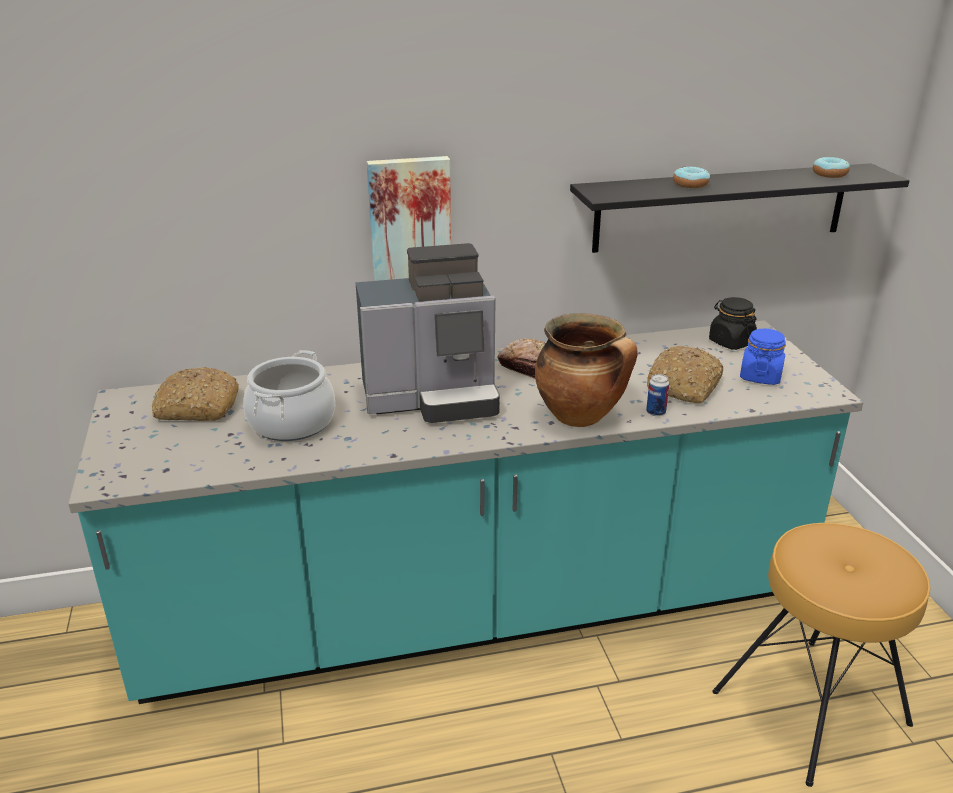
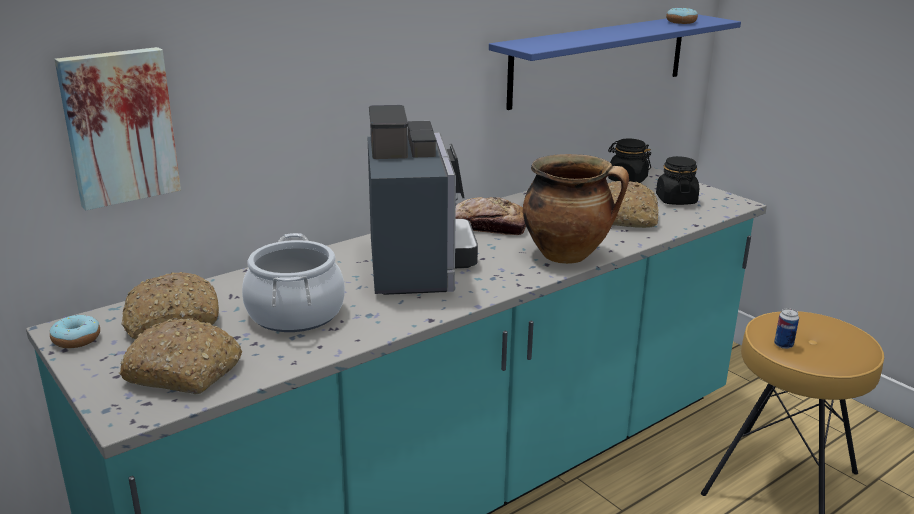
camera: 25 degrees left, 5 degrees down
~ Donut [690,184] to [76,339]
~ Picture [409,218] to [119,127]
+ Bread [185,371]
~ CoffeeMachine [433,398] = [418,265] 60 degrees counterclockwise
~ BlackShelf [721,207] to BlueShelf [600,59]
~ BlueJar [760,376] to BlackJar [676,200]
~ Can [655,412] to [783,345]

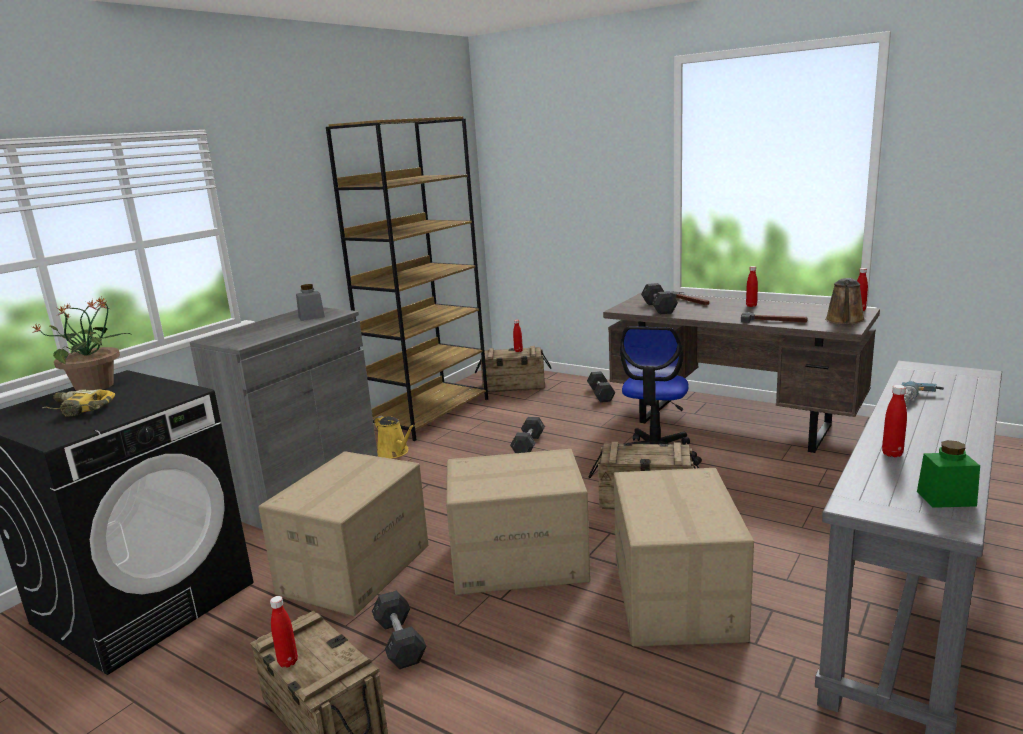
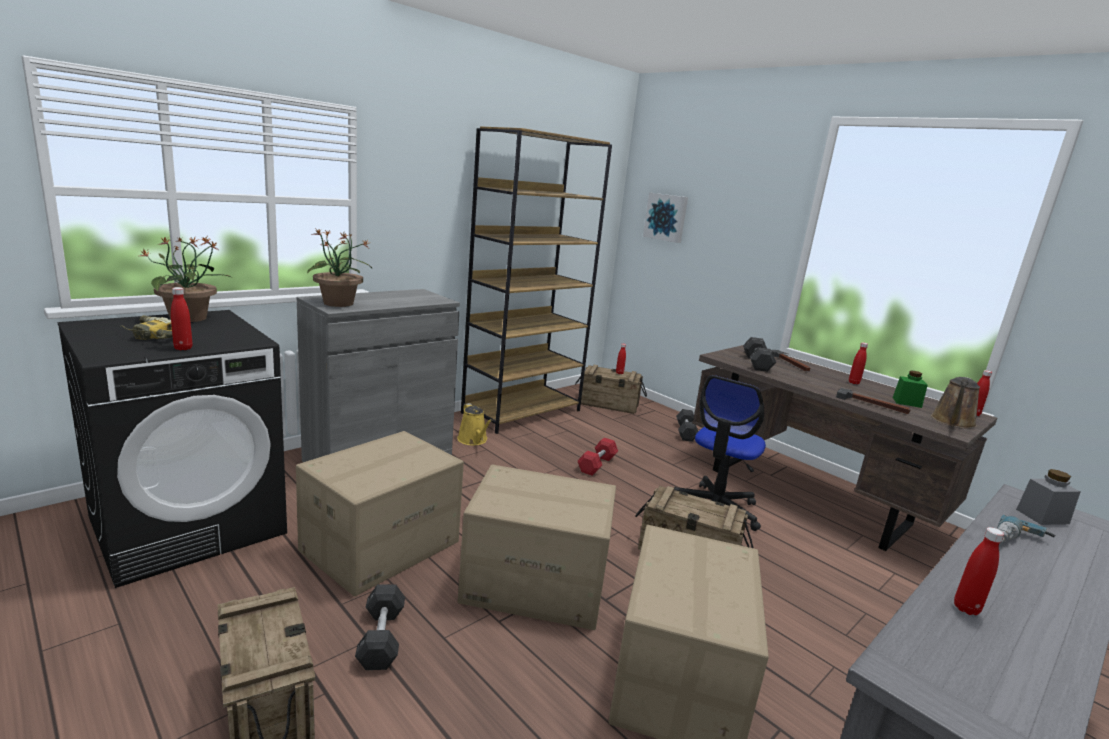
camera: 10 degrees right, 0 degrees up
~ RedBottle [288,662] to [183,348]
+ PottedPlant [339,303]
~ GreyDumbbell [528,445] to RedDumbbell [597,464]
+ Picture [666,217]
~ GreenJar [946,498] to [906,402]
~ GreyJar [311,317] to [1042,516]

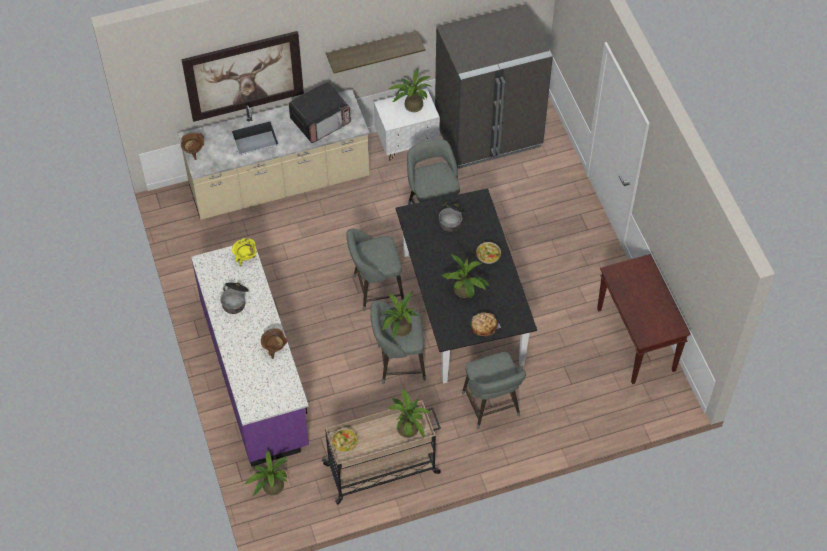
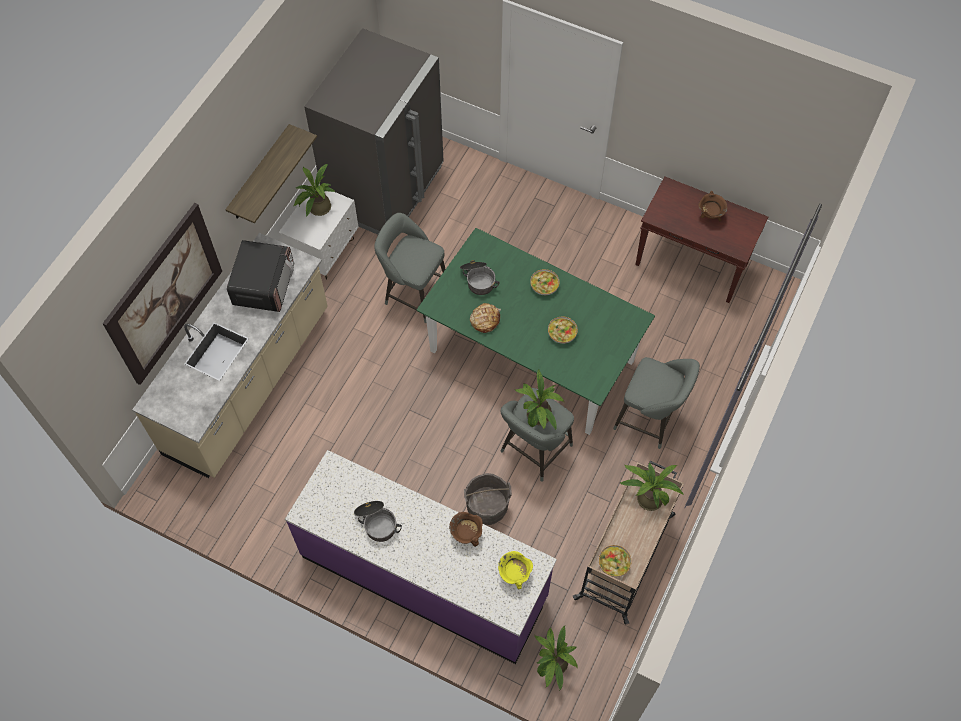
camera: 45 degrees left, 5 degrees up
~ BlackDiningTable [461,308] to GreenDiningTable [531,356]
+ GreyBucket [487,508]
~ Bread [484,326] to [485,320]
~ YellowCookingPot [245,258] to [514,575]
~ PottedPlant [465,292] to Bowl [562,334]
~ BrownCookingPot [194,152] to [710,216]
- GreyStool [375,290]

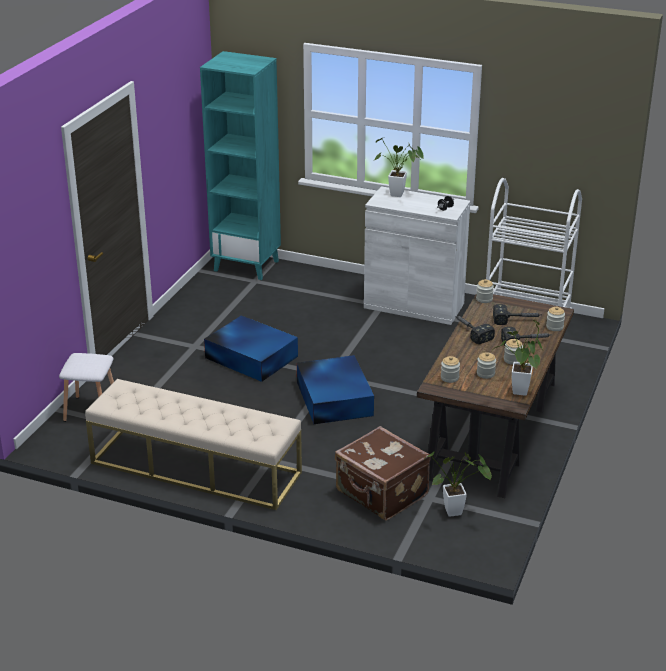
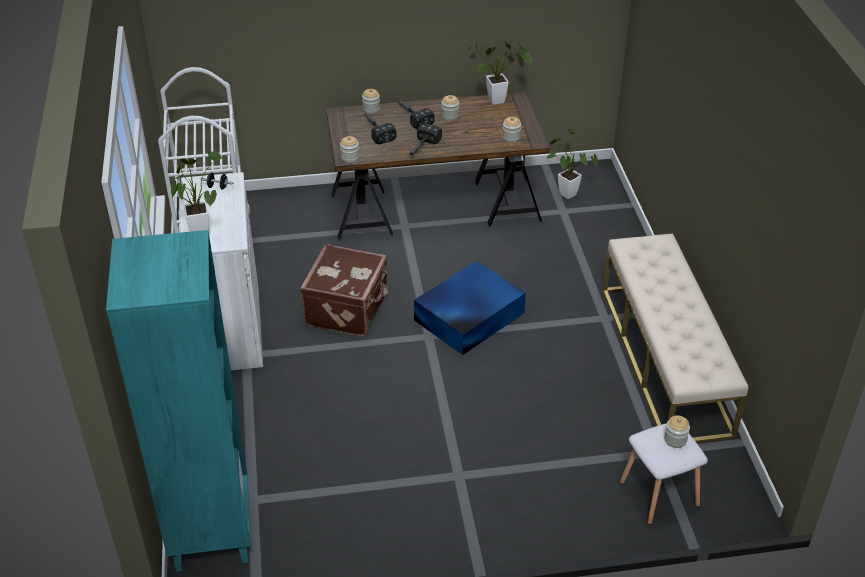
camera: 120 degrees left, 10 degrees up
~ BrownSuitcase [381,494] to [348,309]
~ Jar [485,374] to [675,439]
- BlueStorageBox [251,356]

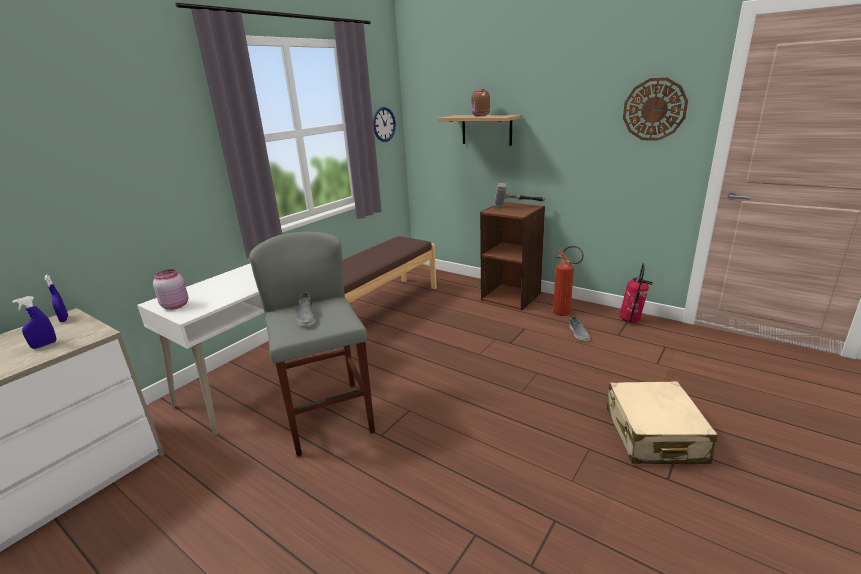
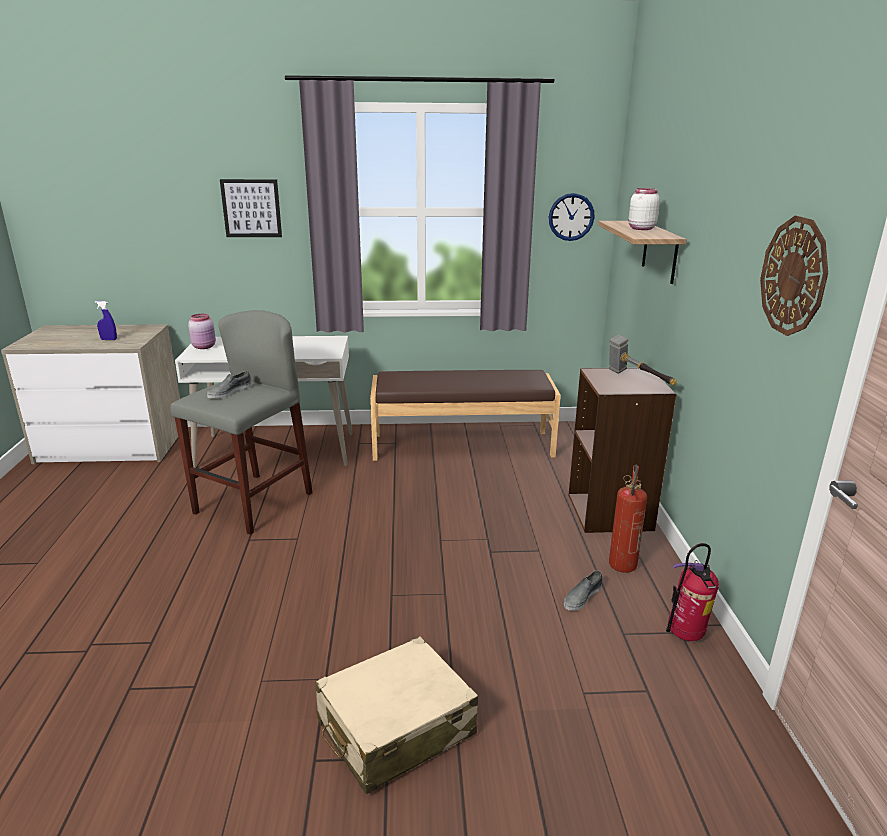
camera: 50 degrees right, 0 degrees up
+ Picture [251,208]
~ BrownJar [480,116] to WhiteJar [640,228]
- BlueSprayBottle [64,319]

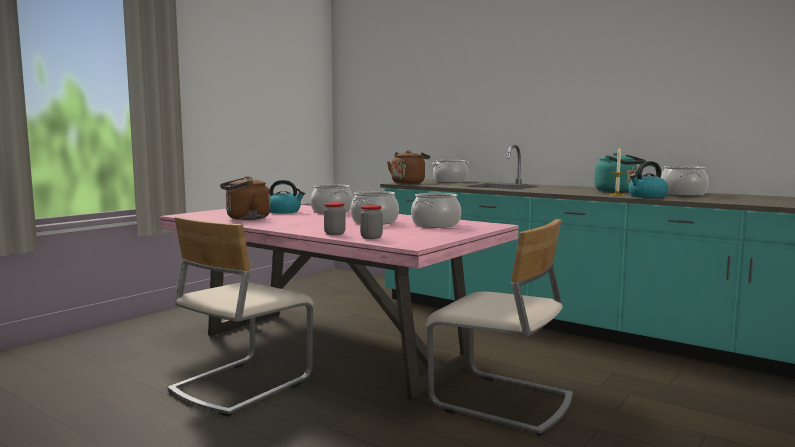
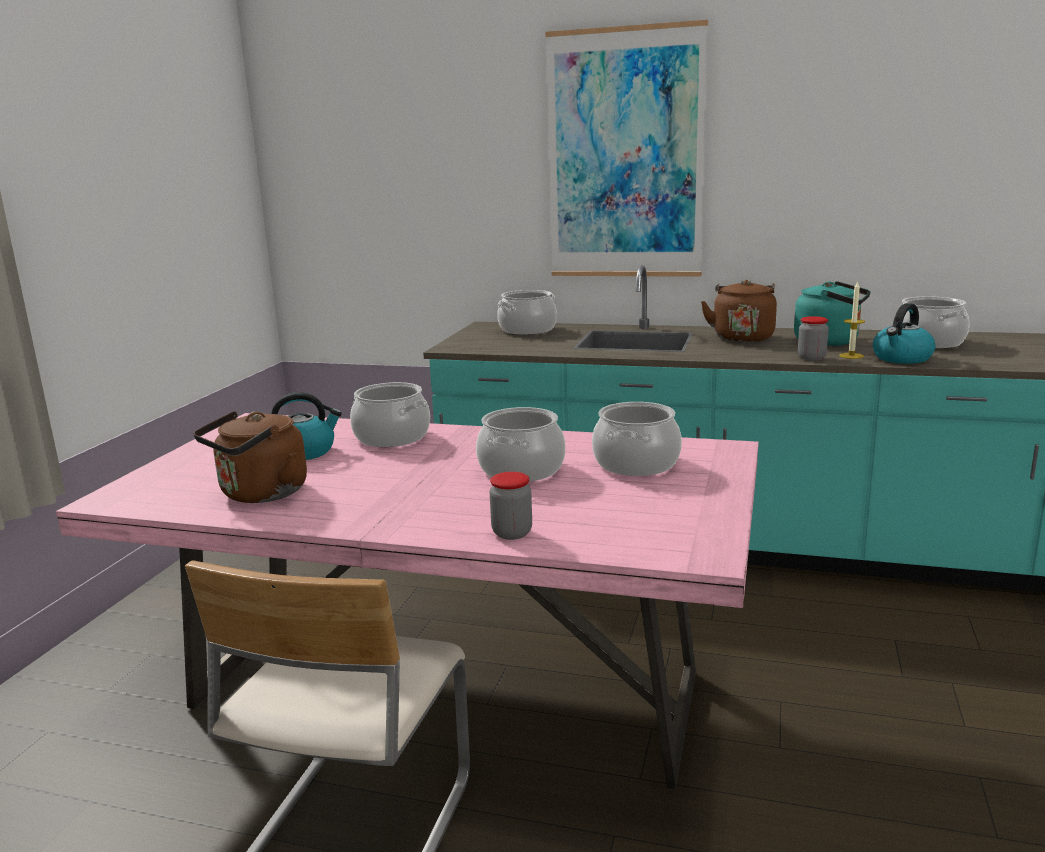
camera: 20 degrees left, 10 degrees up
+ Picture [625,156]
~ BrownKettle [409,183] to [742,337]
~ Jar [371,237] to [811,358]
- BeigeChair [501,402]

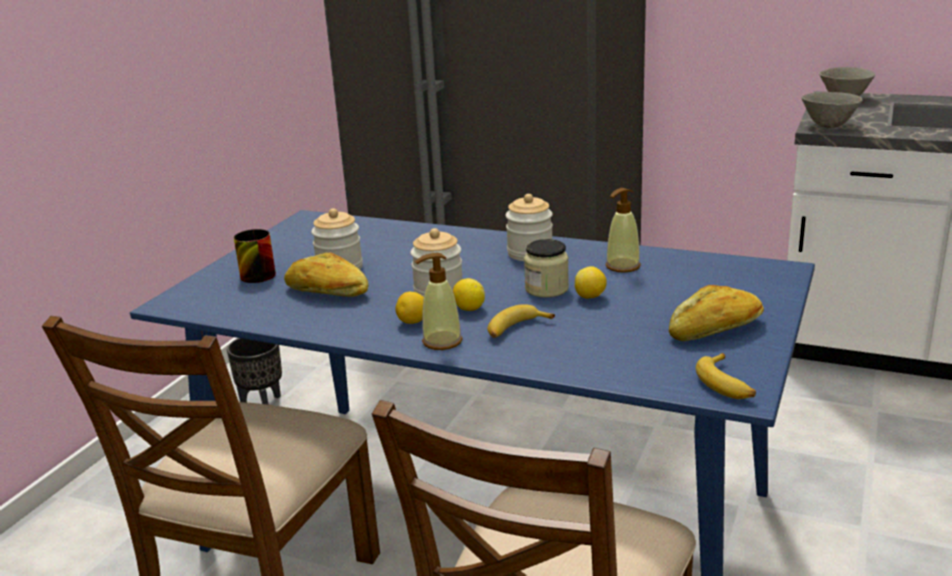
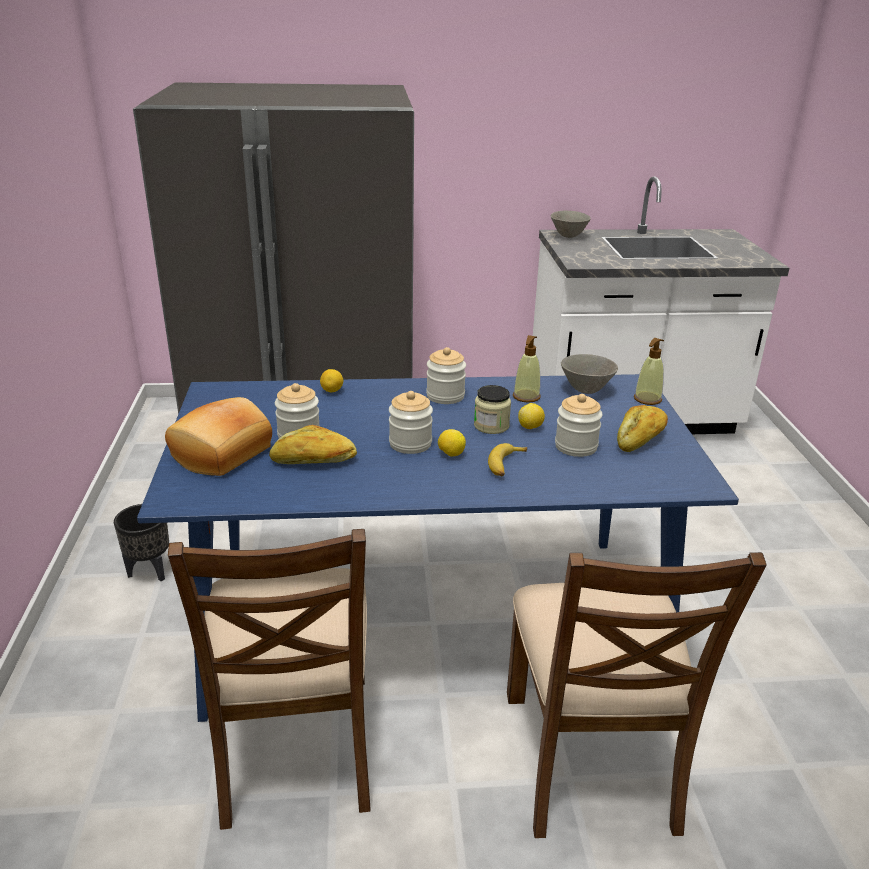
camera: 30 degrees left, 5 degrees up
~ Mug [255,273] to Bread [223,454]
~ Lemon [413,322] to [332,391]
+ Jar [576,446]
~ GreyBowl [828,126] to [585,390]
~ SoapDispenser [442,341] to [647,399]
- Banana [727,384]

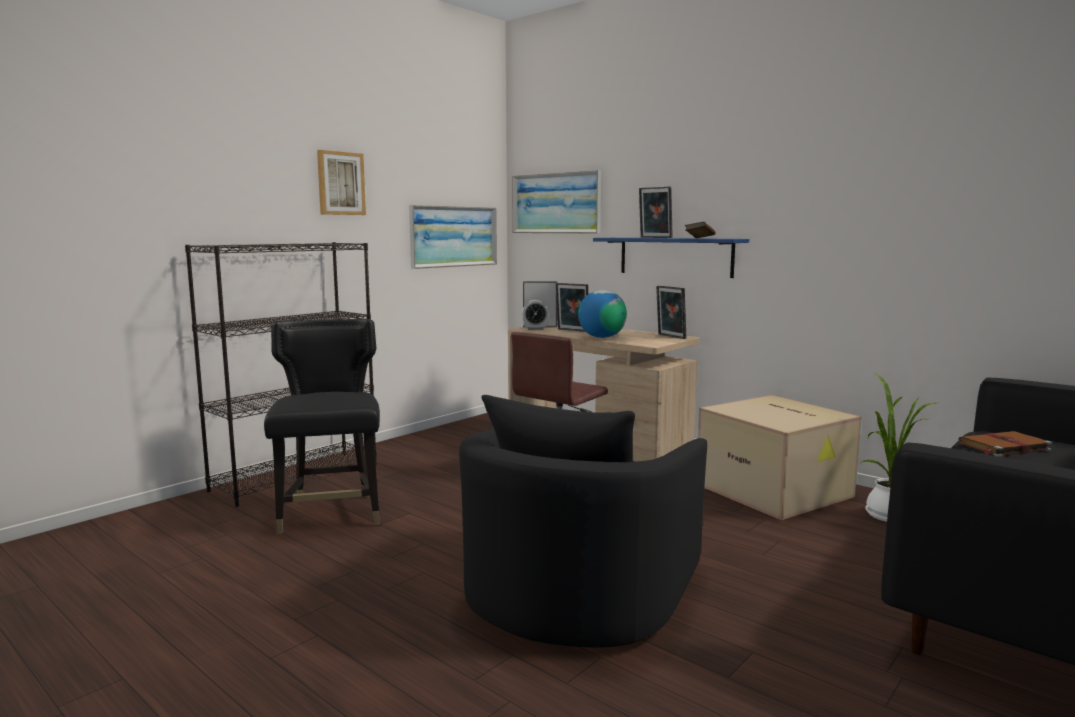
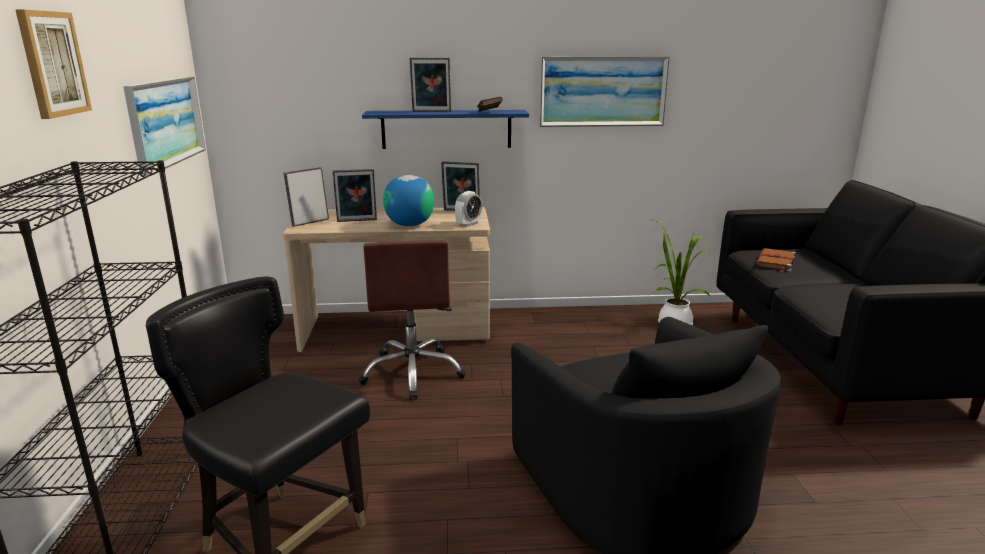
camera: 45 degrees left, 10 degrees up
~ AlarmClock [535,329] to [468,224]
~ Picture [556,203] to [602,91]
- CardboardBox [776,490]

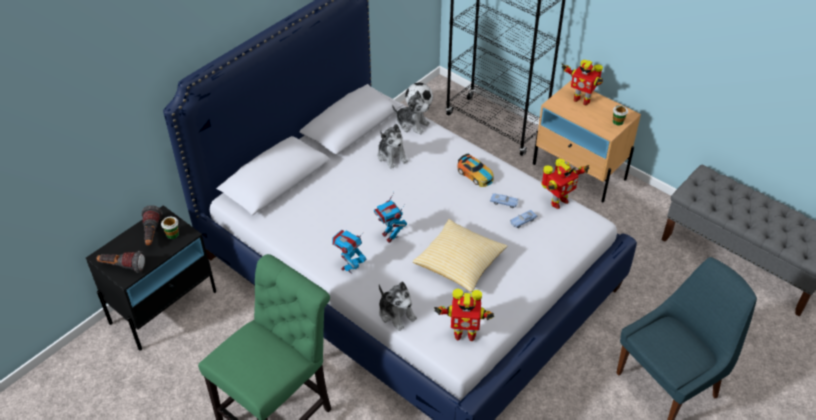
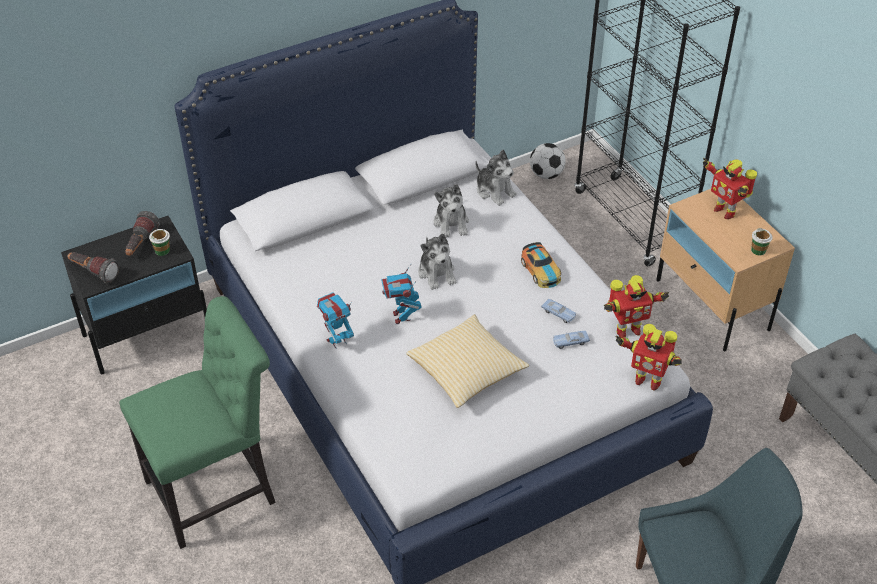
camera: 20 degrees right, 0 degrees up
~ PlushToy [396,313] to [437,273]
~ ToyRobot [464,333] to [647,380]

